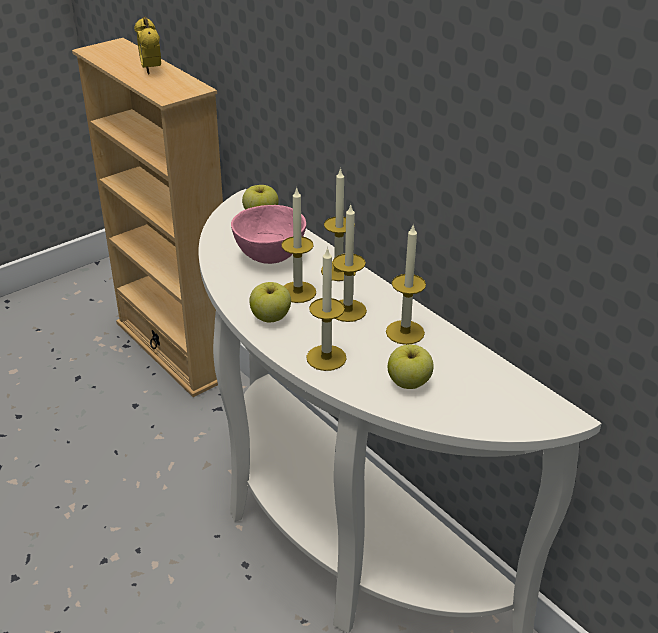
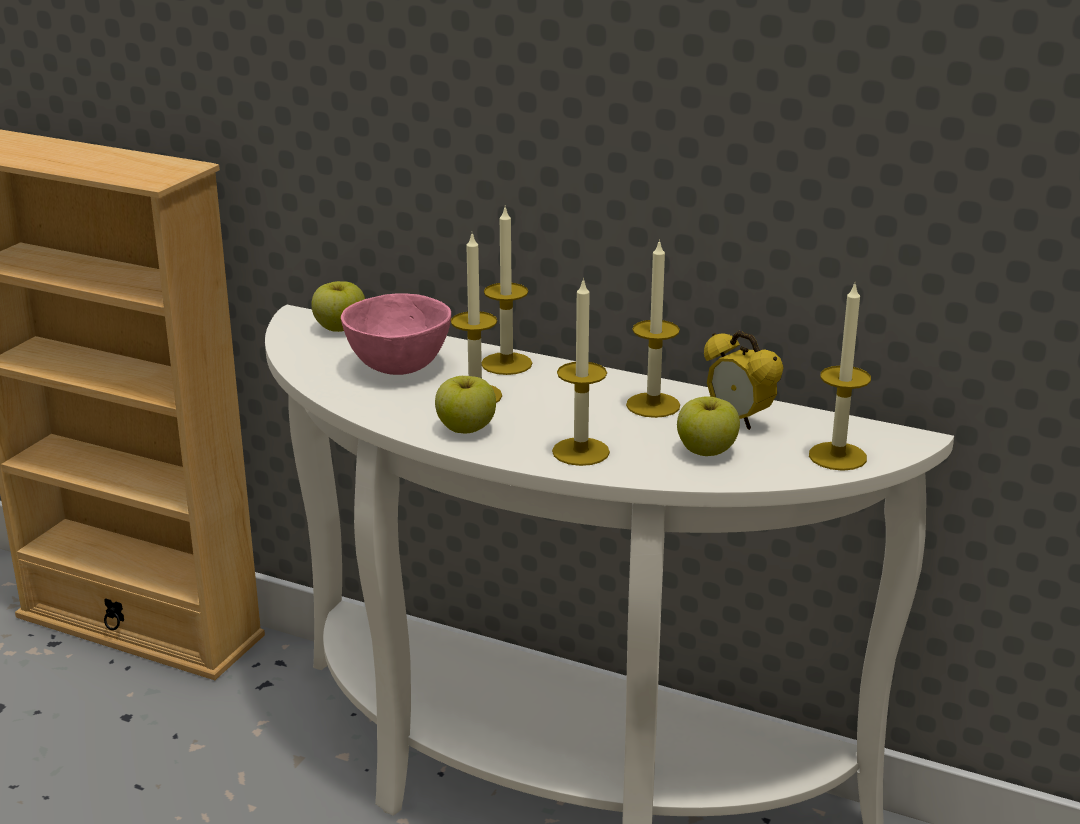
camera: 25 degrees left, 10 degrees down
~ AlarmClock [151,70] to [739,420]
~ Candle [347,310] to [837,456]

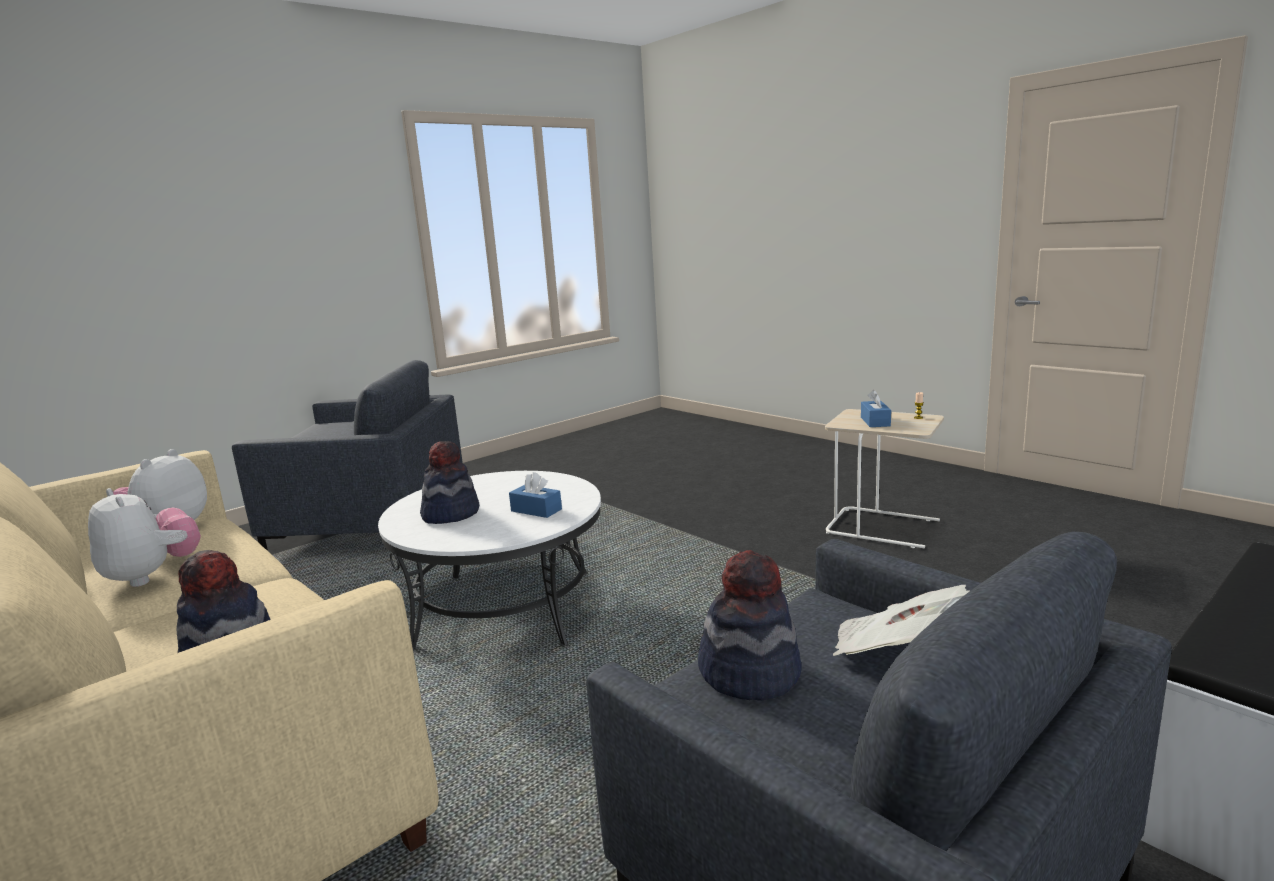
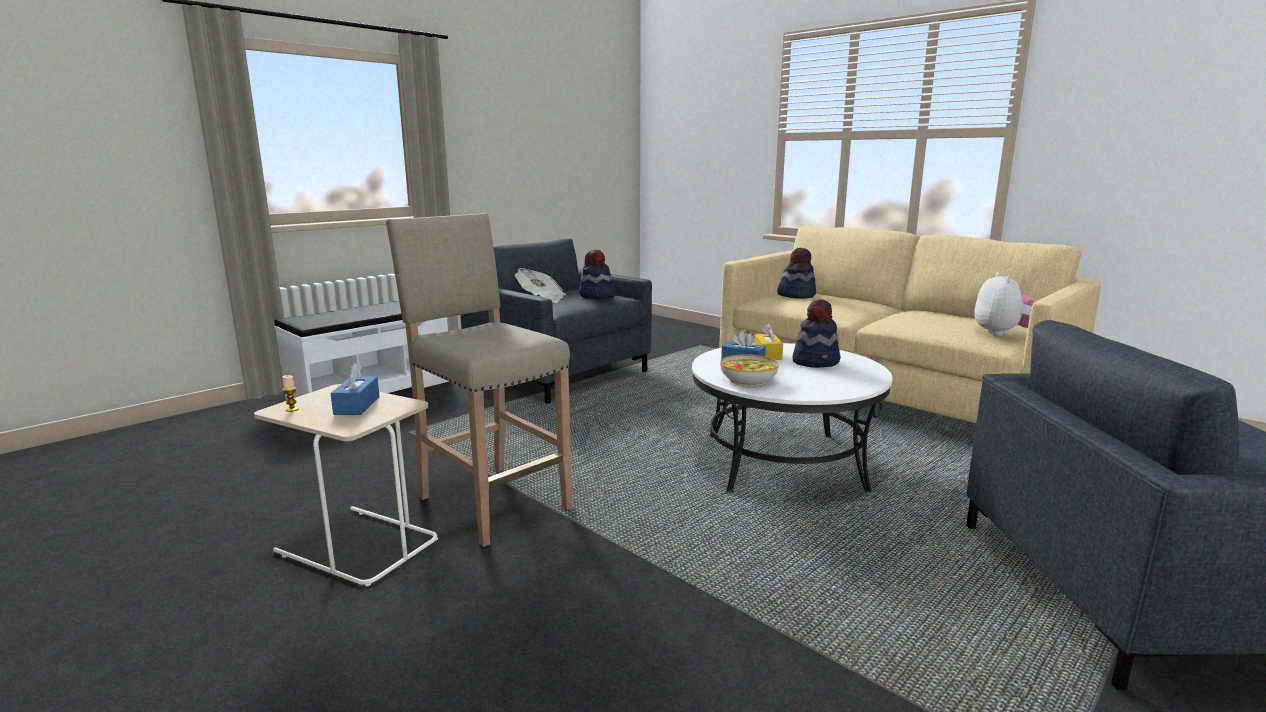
camera: 175 degrees right, 0 degrees up
+ BeigeStool [491,501]
+ Bowl [748,379]
+ YellowTissueBox [767,354]
- PlushToy [152,575]

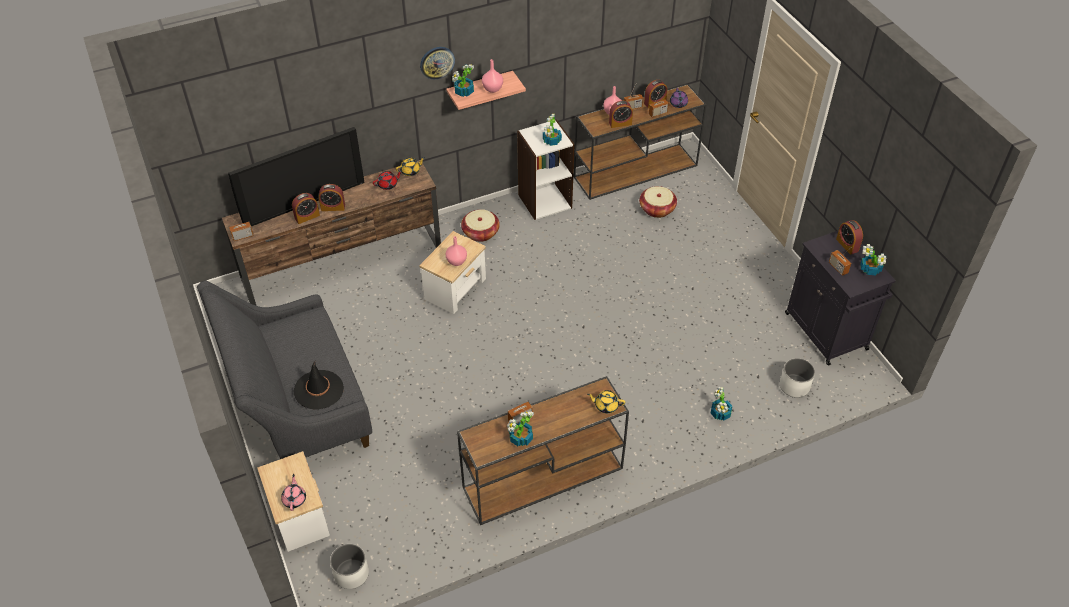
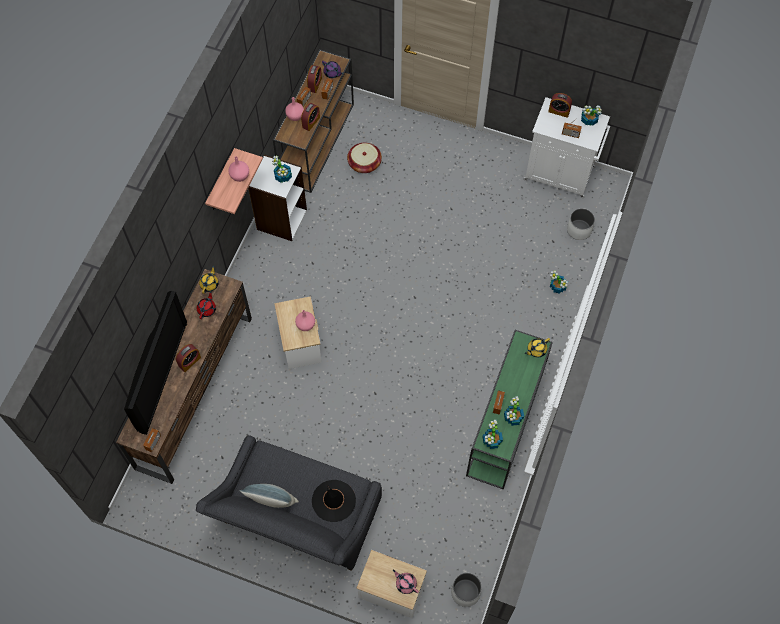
camera: 45 degrees left, 15 degrees up
+ Pillow [272,501]
~ BrownConsoleTable [541,479] to GreenConsoleTable [504,426]
~ PottedPlant [463,92] to [491,440]
~ BlackCabinet [827,332] to WhiteCabinet [560,174]
- AlarmClock [307,217]
- WallClock [437,62]
- Basket [480,233]

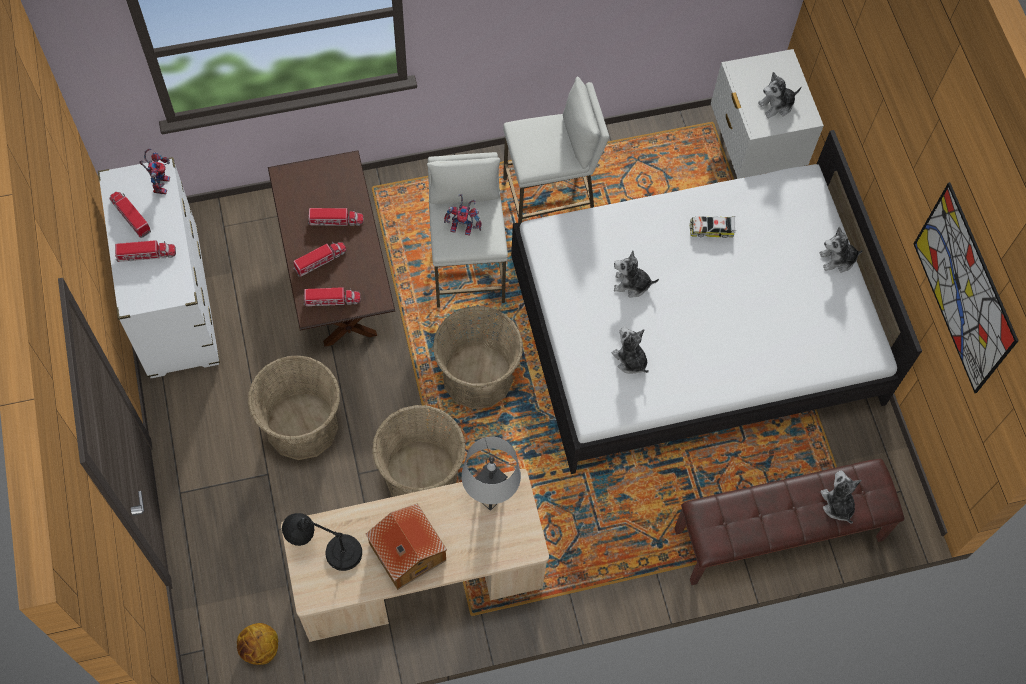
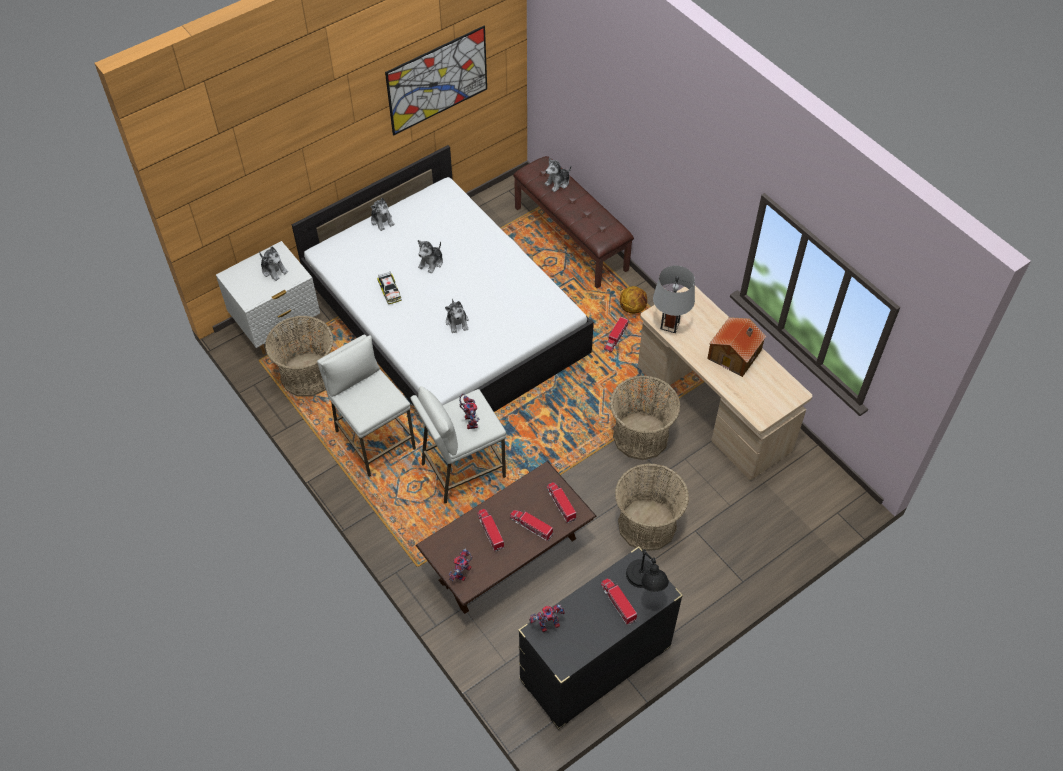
camera: 110 degrees left, 10 degrees down
~ Basket [477,376] to [307,375]
~ PlushToy [630,360] to [431,262]
+ ToyRobot [463,574]
~ WhiteDresser [174,303] to BlackDresser [595,665]
~ ToyTruck [130,216] to [615,338]
~ Basketball [260,649] to [633,308]
~ BlackTableLamp [326,550] to [645,586]

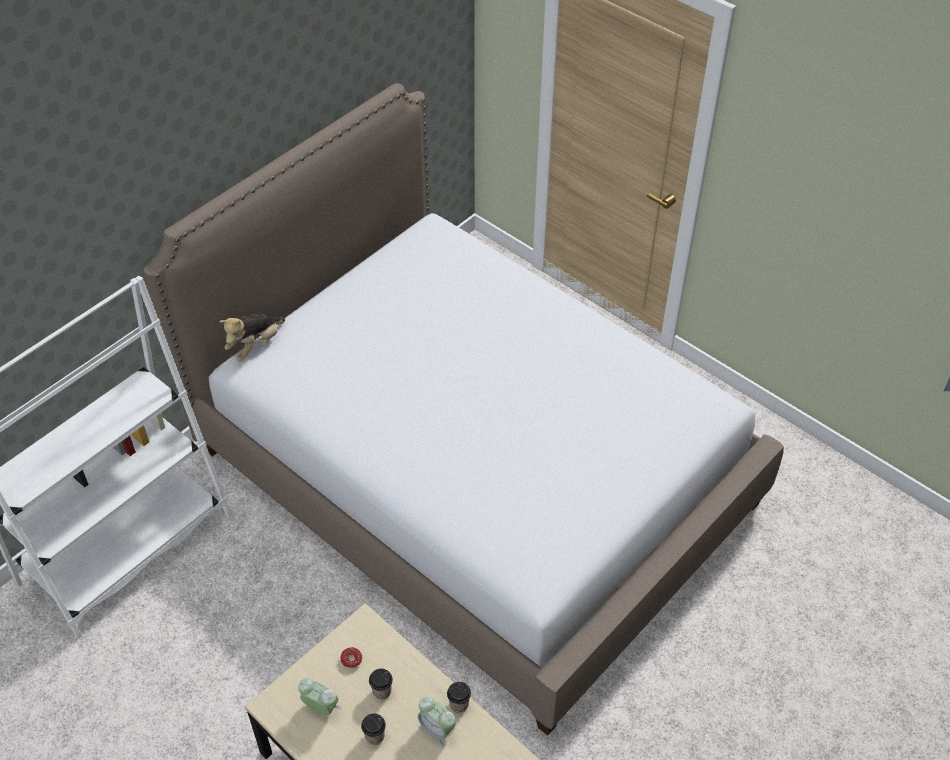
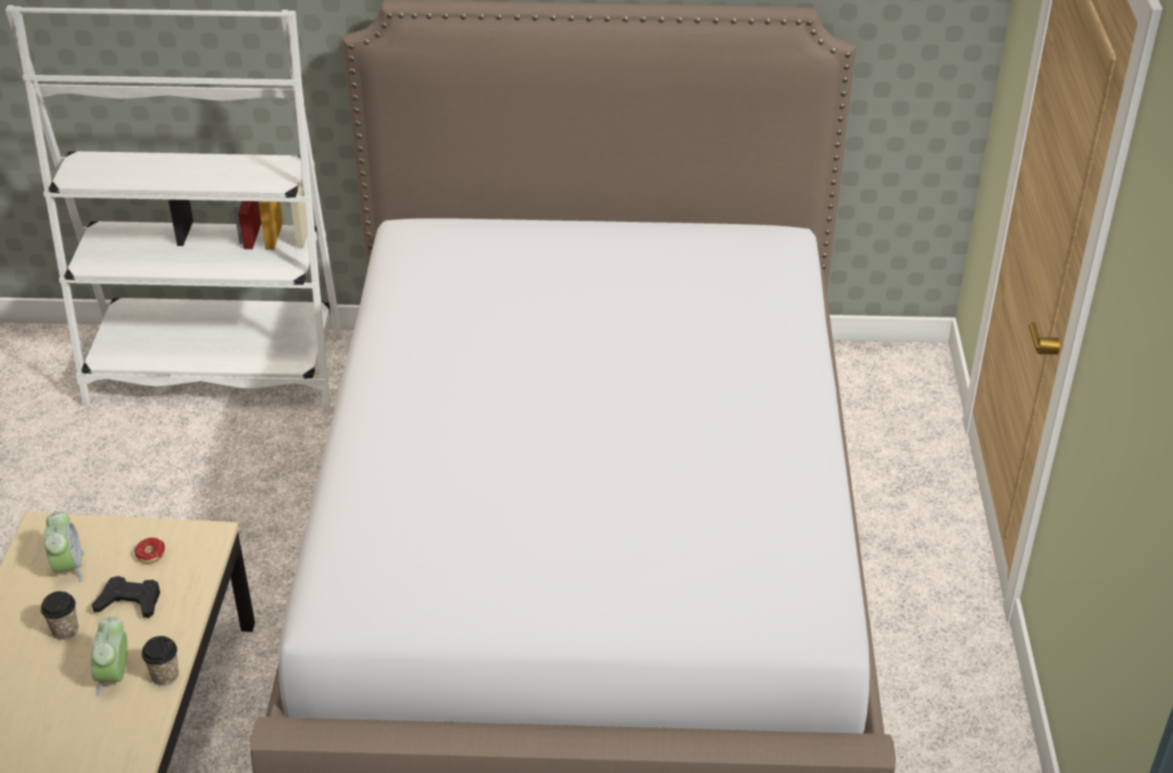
camera: 50 degrees right, 10 degrees down
~ Cup [382,691] to BlackGameController [130,602]
- PlushToy [255,345]

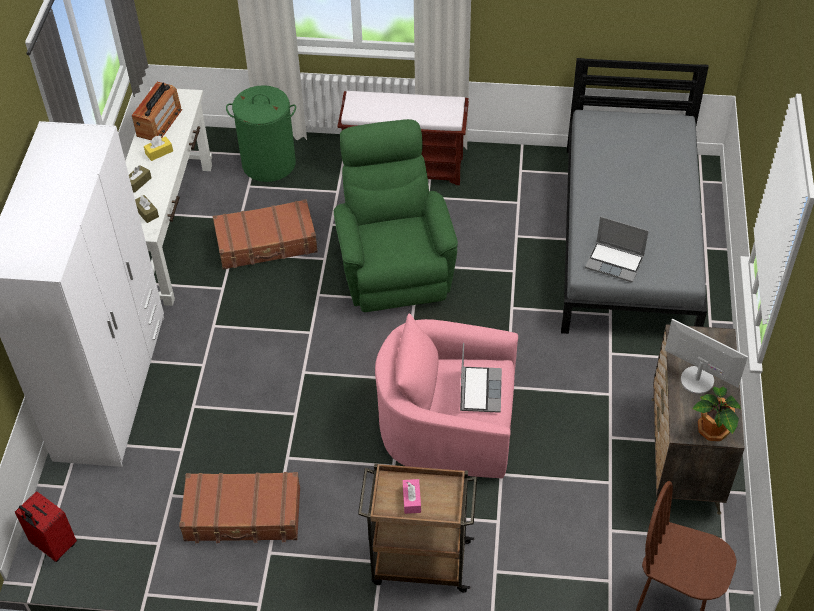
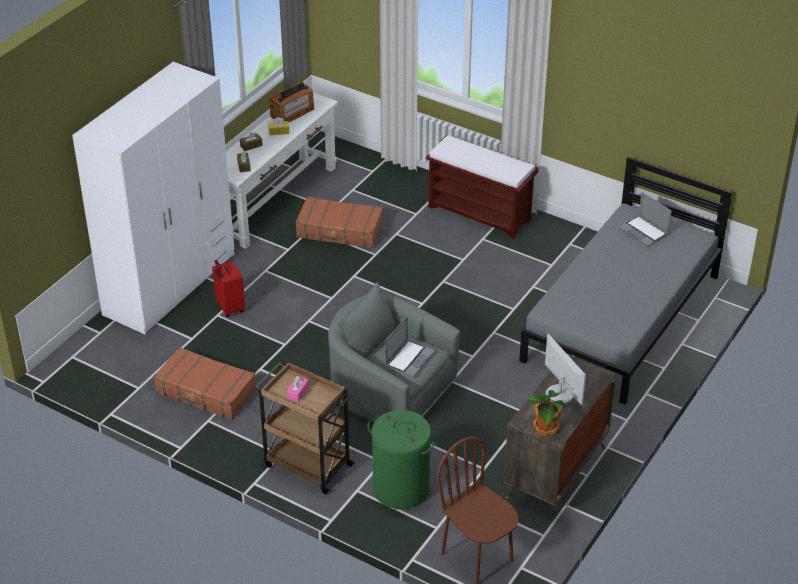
camera: 25 degrees right, 10 degrees down
~ RedSuitcase [53,545] to [229,308]
~ PinkArmchair [448,425] to GreyArmchair [389,390]
~ GreenLaundryBasket [268,164] to [401,489]
~ Laptop [615,262] to [644,232]
- GreenArmchair [394,265]

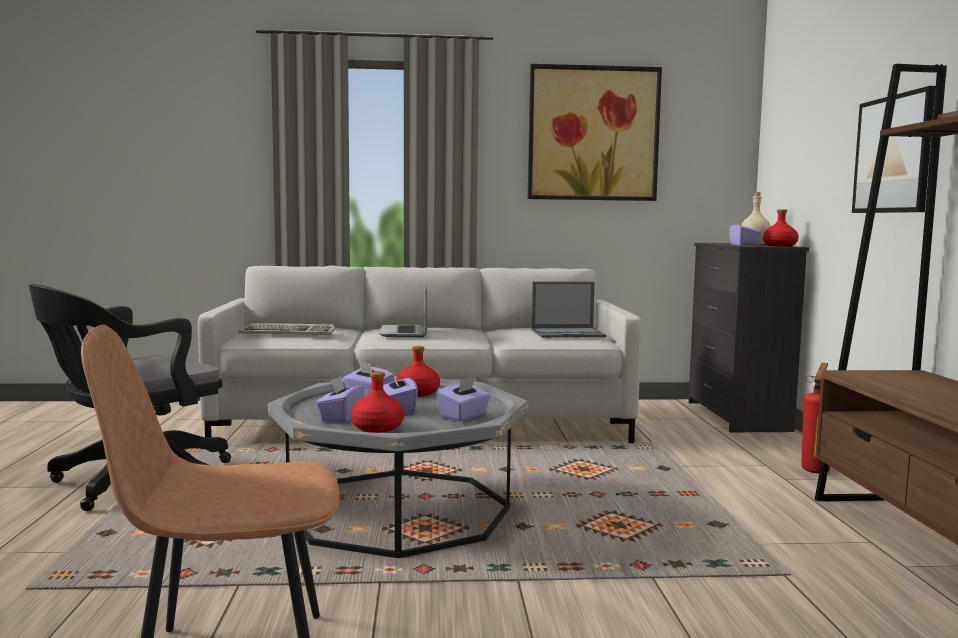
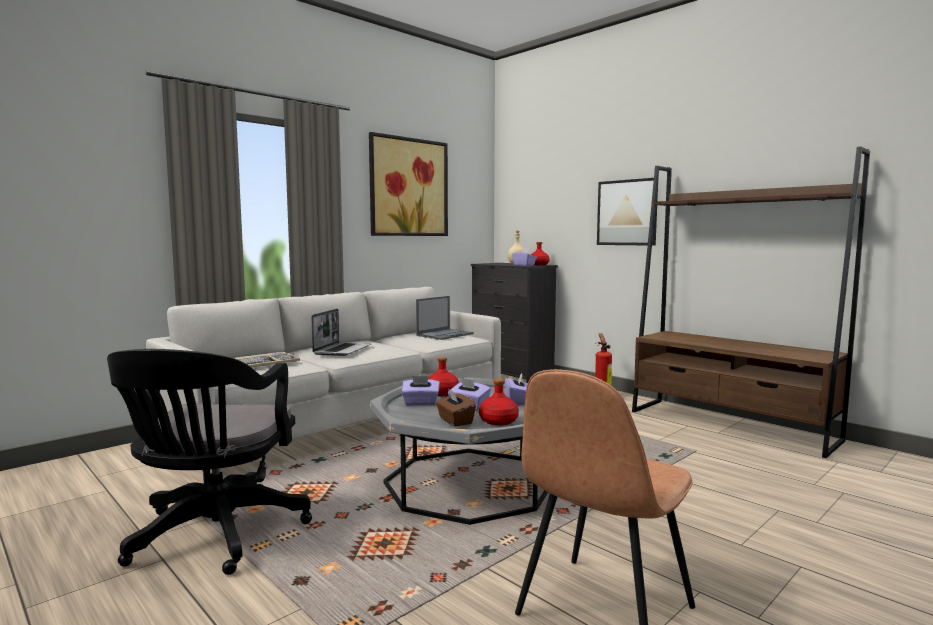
camera: 40 degrees left, 0 degrees up
~ Laptop [404,332] = [342,350] 120 degrees counterclockwise
~ PurpleTissueBox [340,417] to BrownTissueBox [455,421]

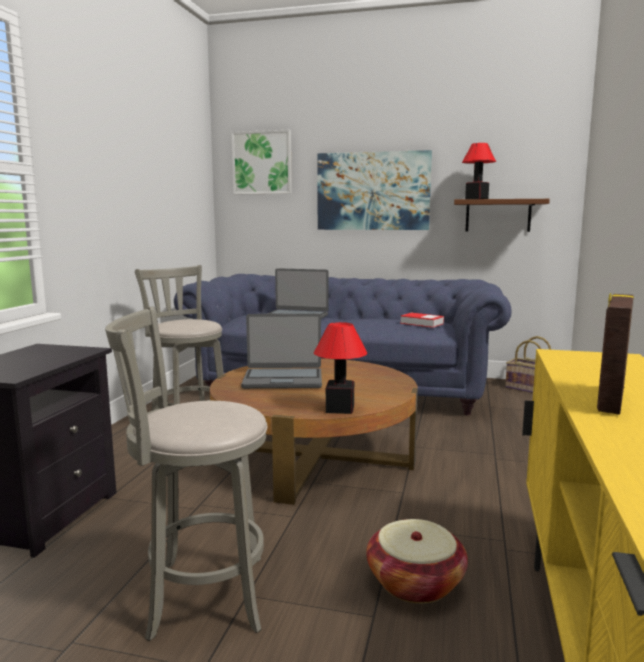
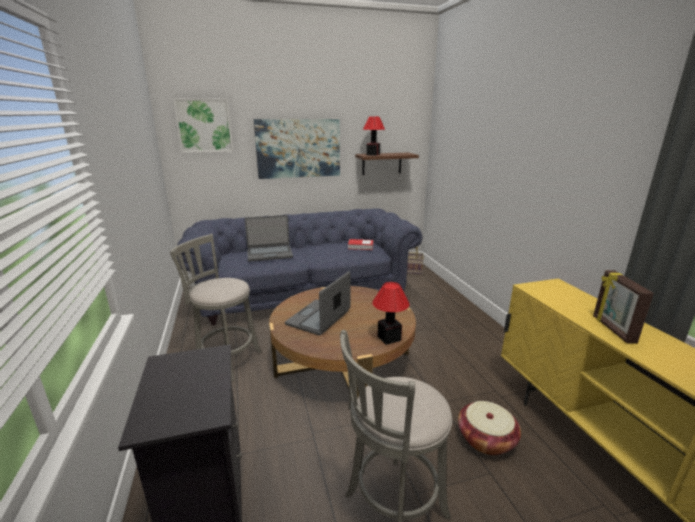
camera: 30 degrees left, 10 degrees up
~ Laptop [283,379] = [319,318] 150 degrees clockwise

